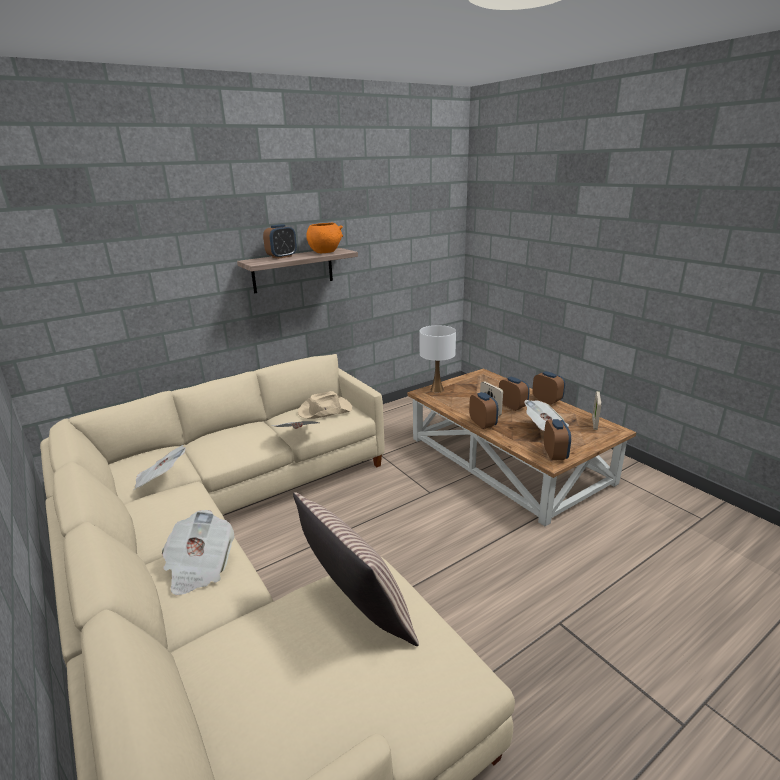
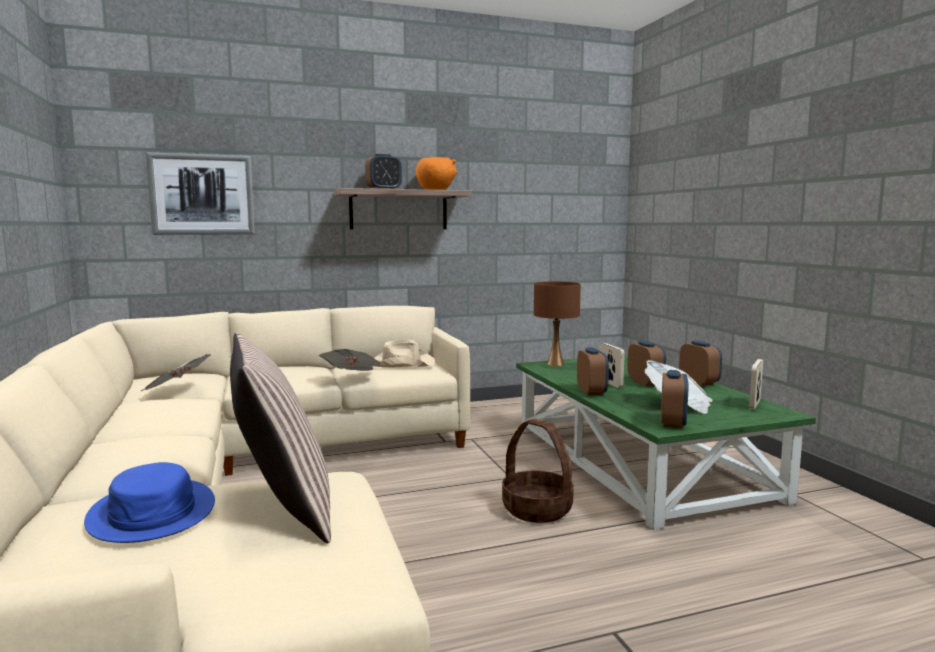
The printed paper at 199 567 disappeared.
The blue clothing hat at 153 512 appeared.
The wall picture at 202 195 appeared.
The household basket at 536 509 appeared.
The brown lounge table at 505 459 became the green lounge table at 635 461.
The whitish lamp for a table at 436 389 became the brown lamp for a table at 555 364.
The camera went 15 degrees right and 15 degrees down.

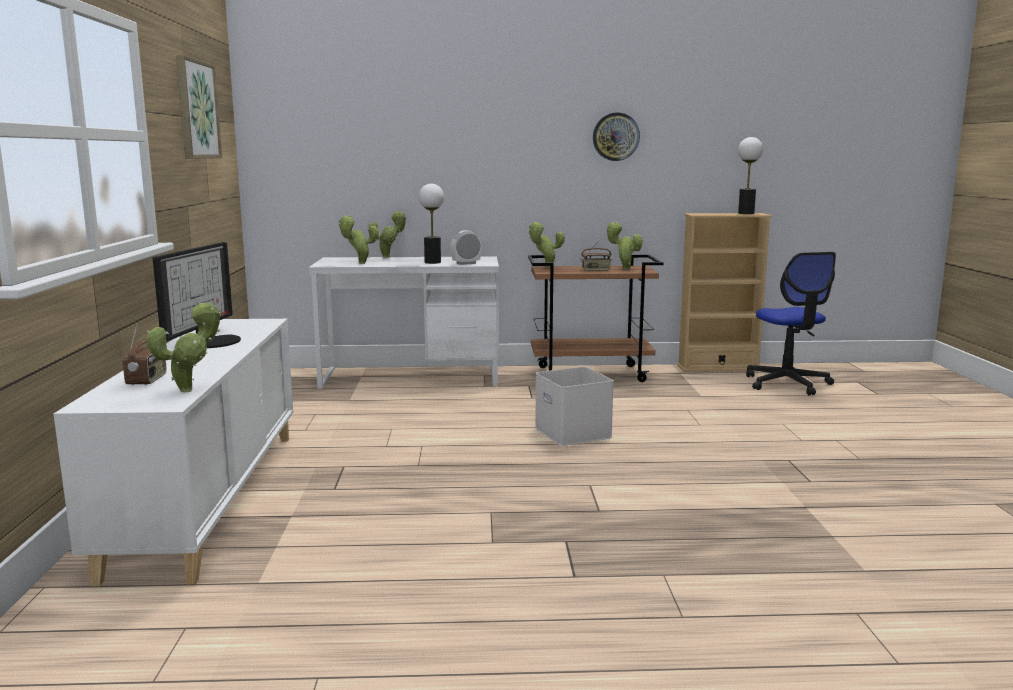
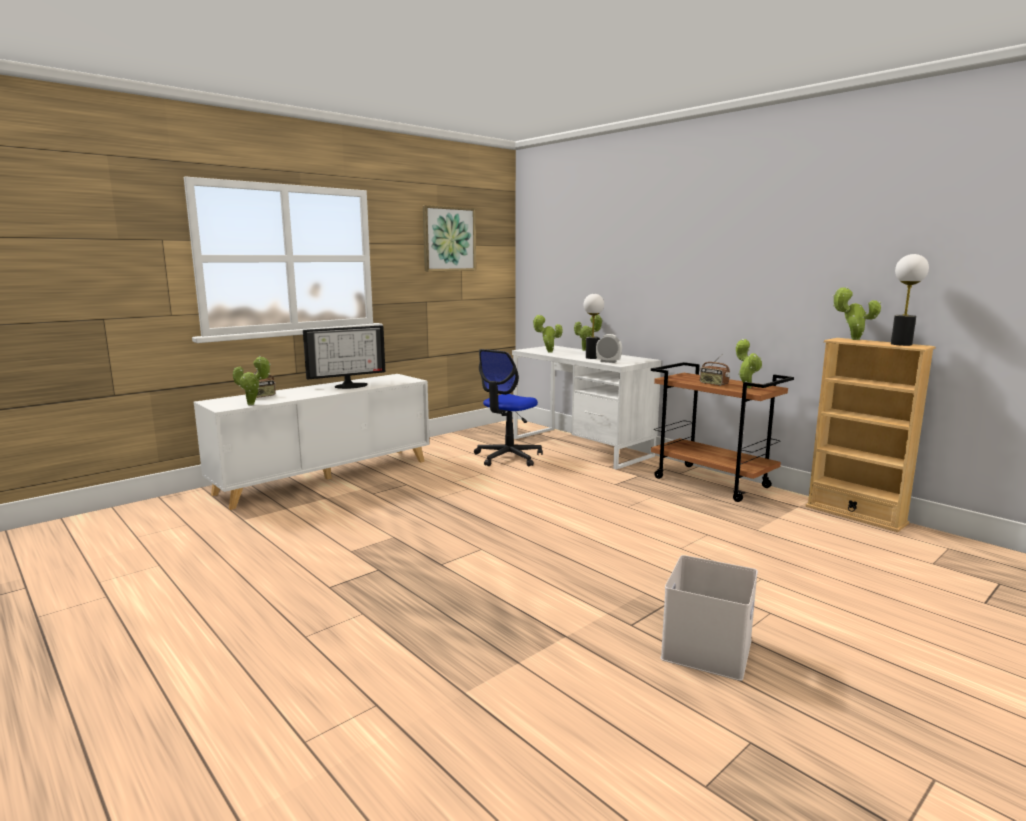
The hanging clock at 615 136 disappeared.
The houseplant moved from 545 267 to 852 339.
The whitish storage bin moved from 574 433 to 708 650.
The computer chair moved from 787 383 to 508 457.
The camera went 50 degrees right and 0 degrees up.

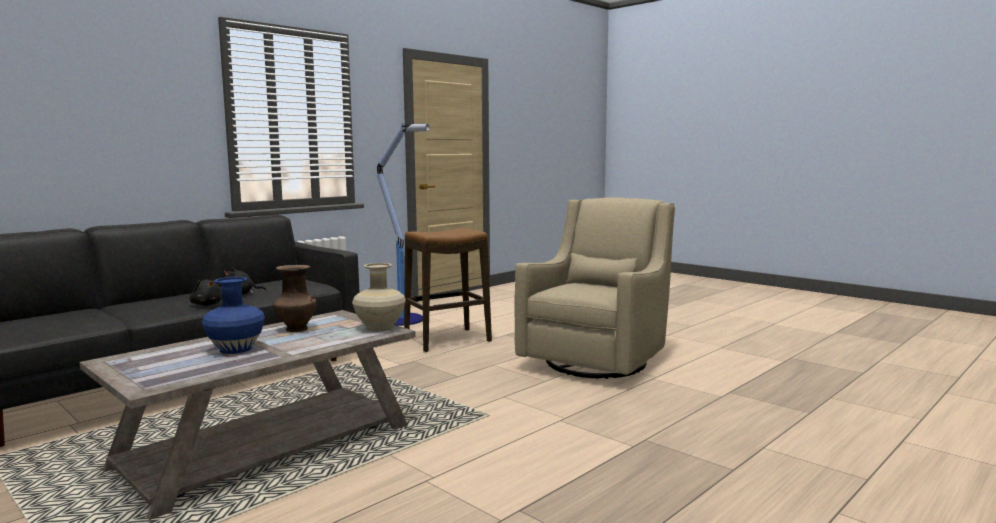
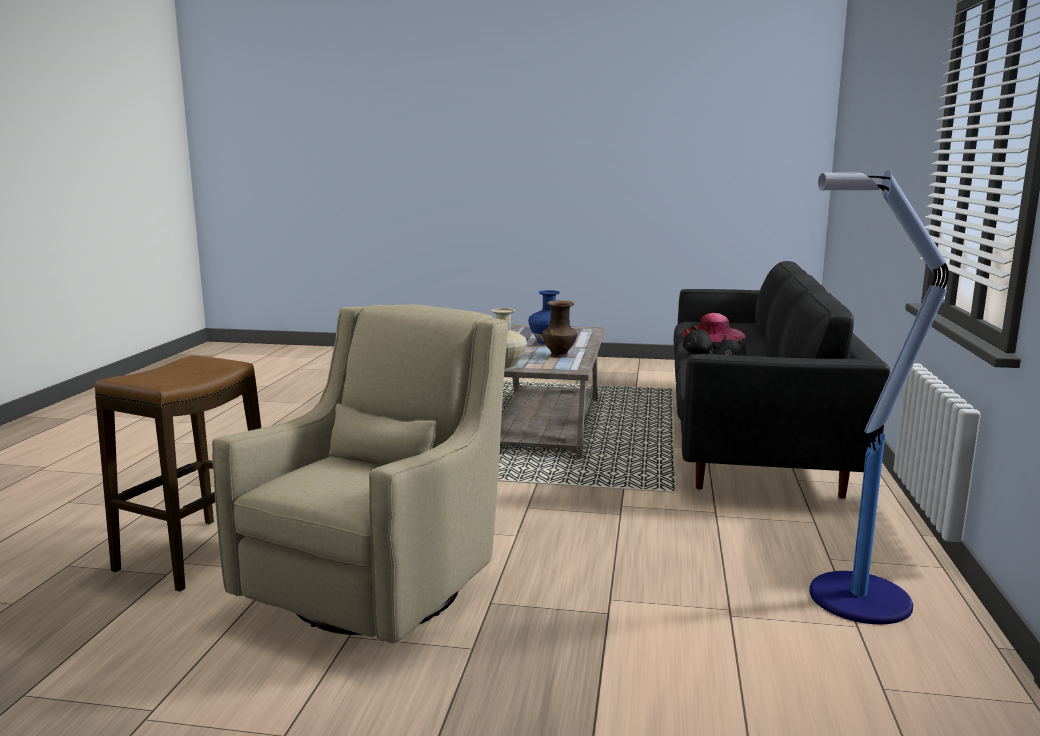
The pink-coloured clothing hat at 713 335 appeared.
The stool moved from 447 340 to 196 554.
The beige armchair at 598 361 turned 150 degrees counterclockwise.
The camera went 145 degrees right and 5 degrees up.

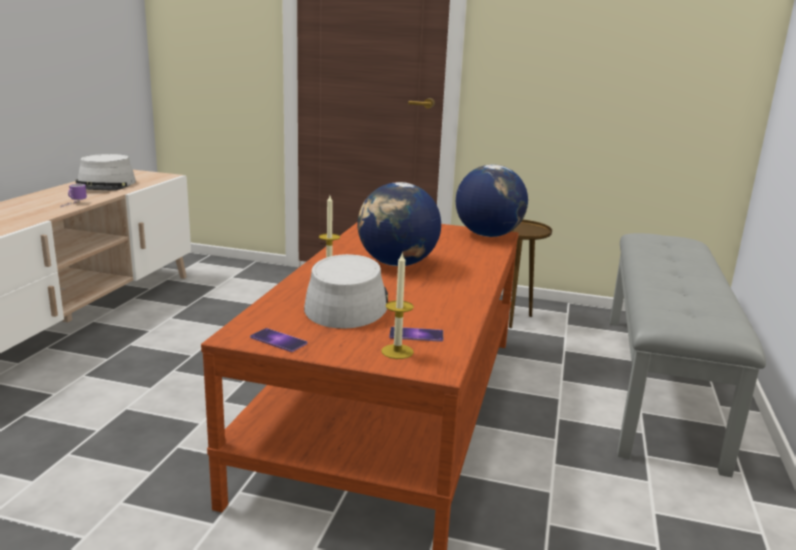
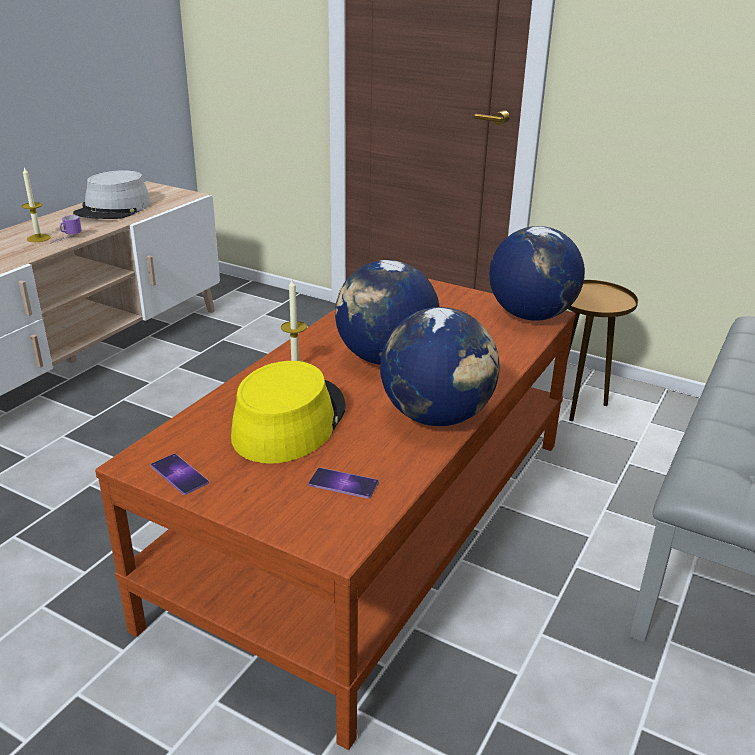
The world globe at 437 416 appeared.
The wax candle moved from 397 351 to 38 238.
The gray clothing hat at 347 303 became the yellow clothing hat at 289 421.
The camera went 15 degrees right and 10 degrees up.

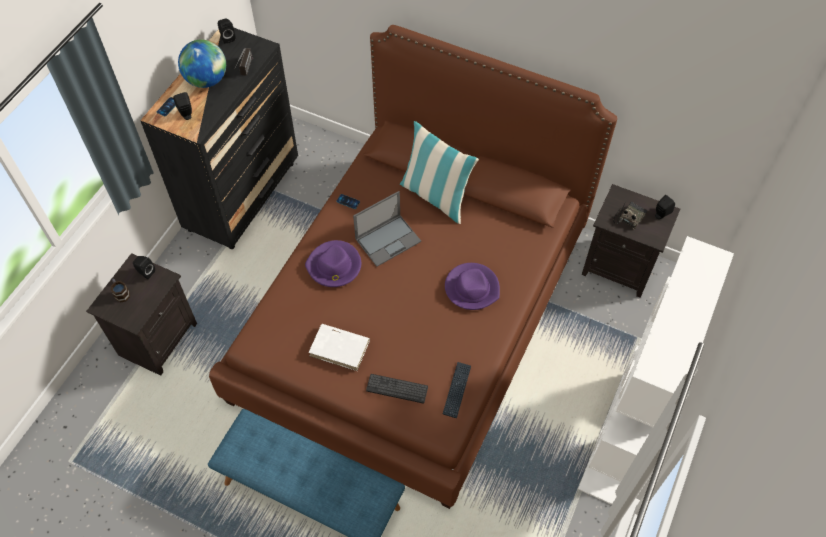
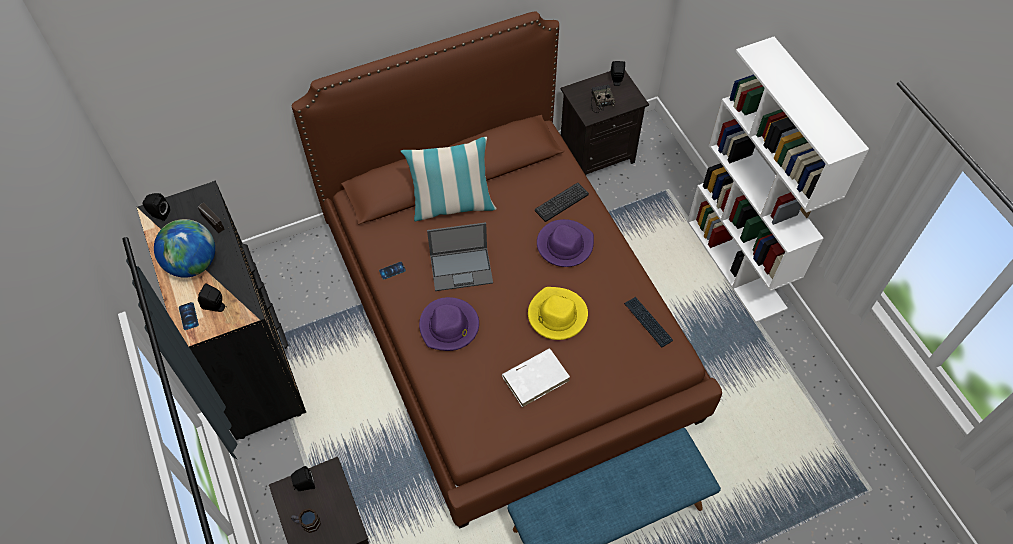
The yellow clothing hat at 556 315 appeared.
The keyboard moved from 397 388 to 561 202.
The notebook computer at 388 240 turned 75 degrees clockwise.
The camera went 50 degrees left and 0 degrees up.

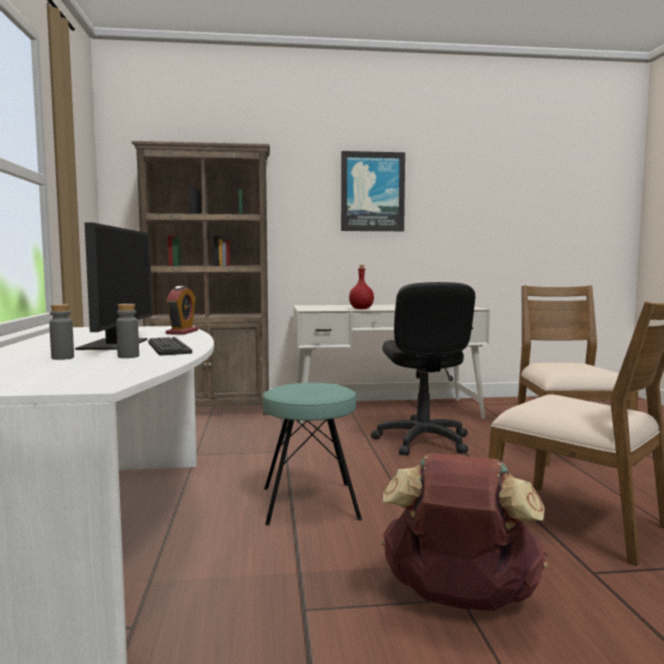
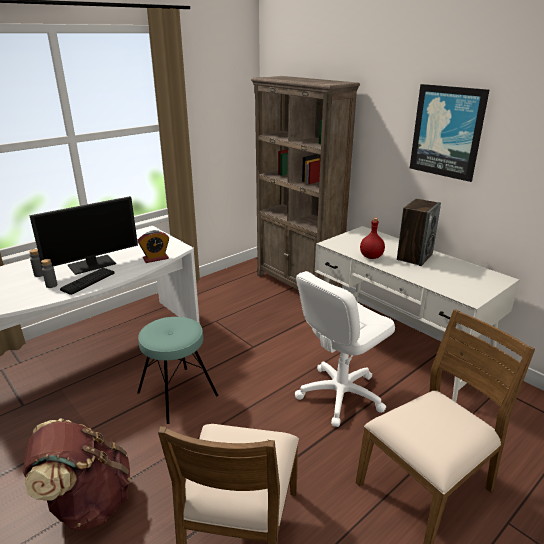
The speaker at 414 257 appeared.
The blackish computer chair at 422 441 became the whitish computer chair at 340 395.
The camera went 55 degrees right and 20 degrees up.

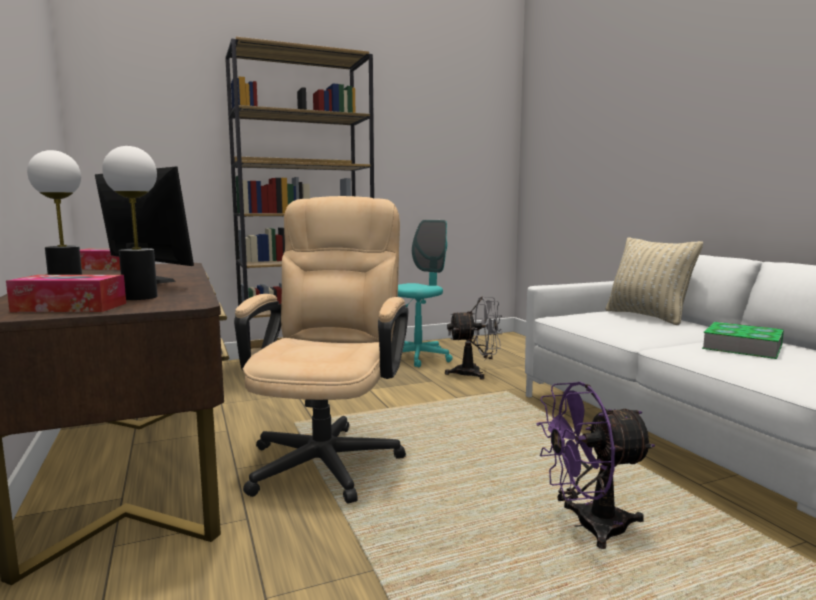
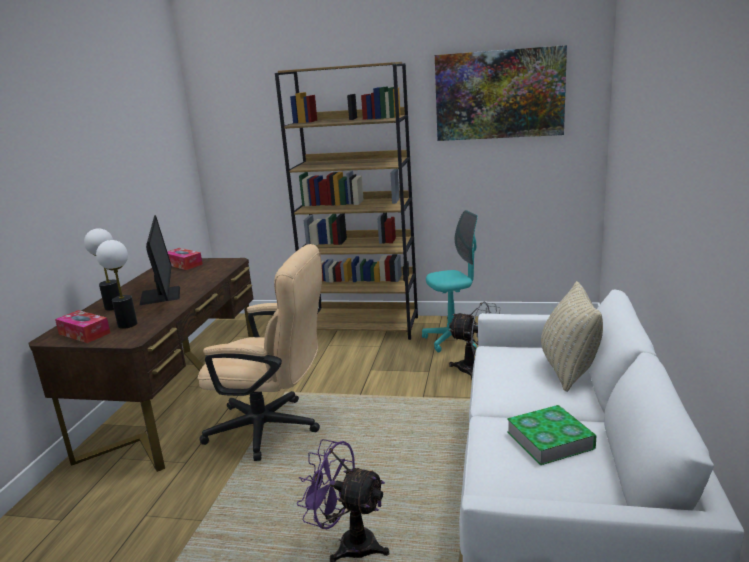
The wall picture at 499 94 appeared.
The beige computer chair at 329 456 turned 60 degrees clockwise.
The camera went 35 degrees right and 10 degrees up.

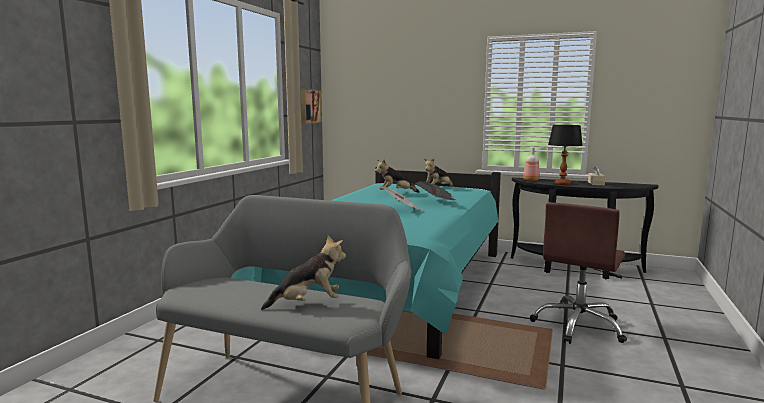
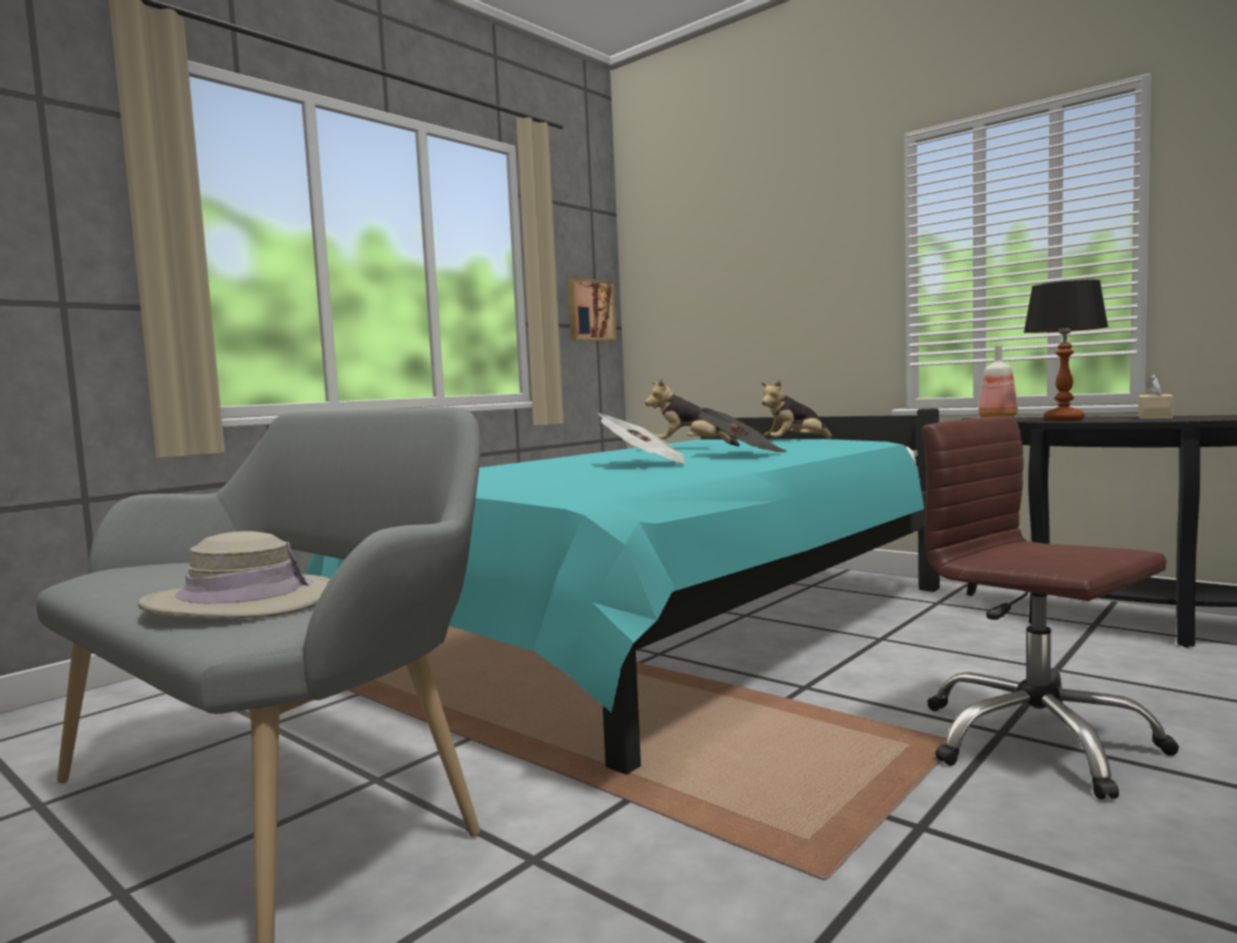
The plush toy at 308 304 was replaced by the beige clothing hat at 241 602.
The brown computer chair at 579 326 turned 90 degrees clockwise.
The camera went 20 degrees right and 5 degrees down.

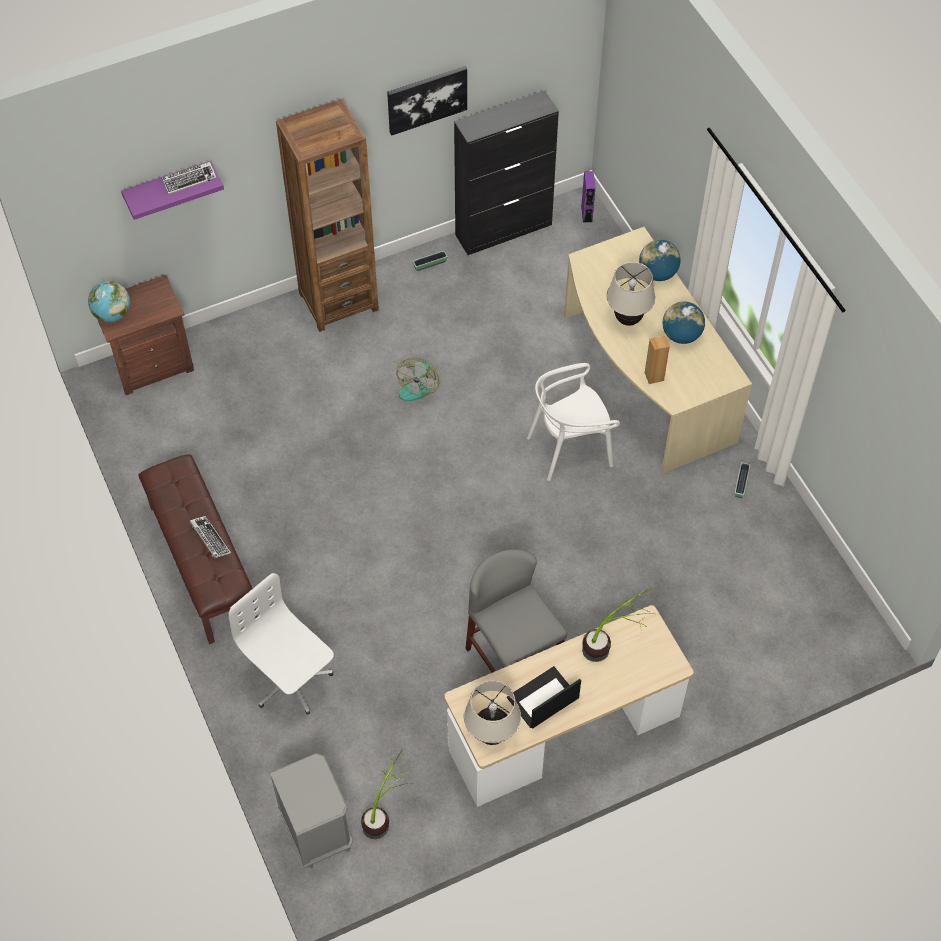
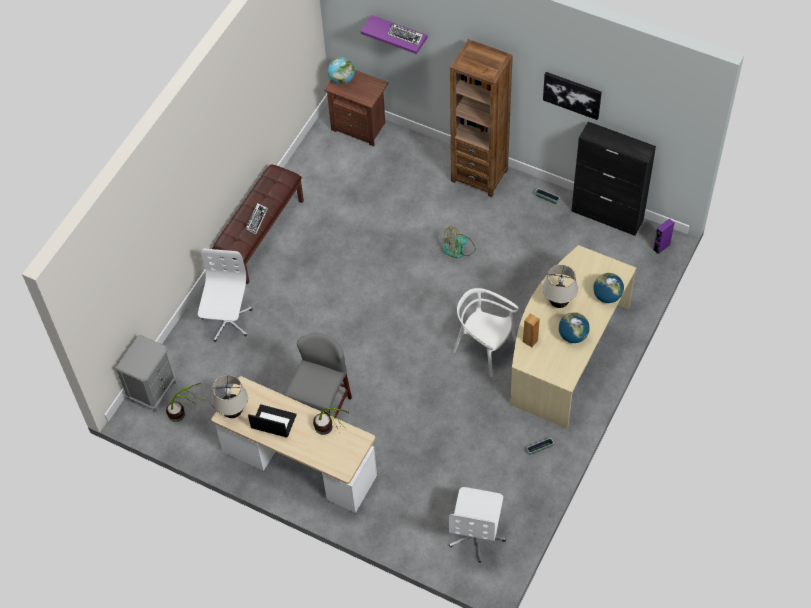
The whitish computer chair at 476 535 appeared.
The camera went 55 degrees right and 0 degrees up.

